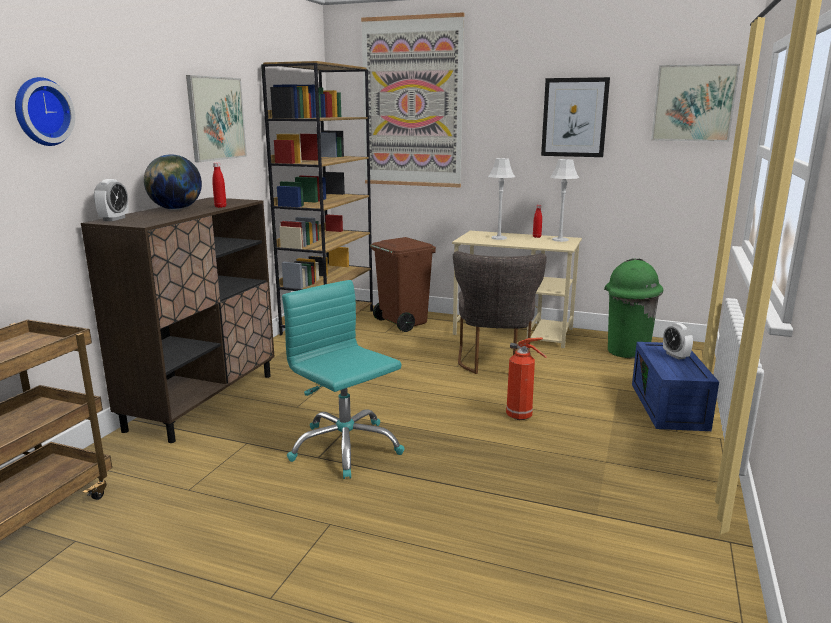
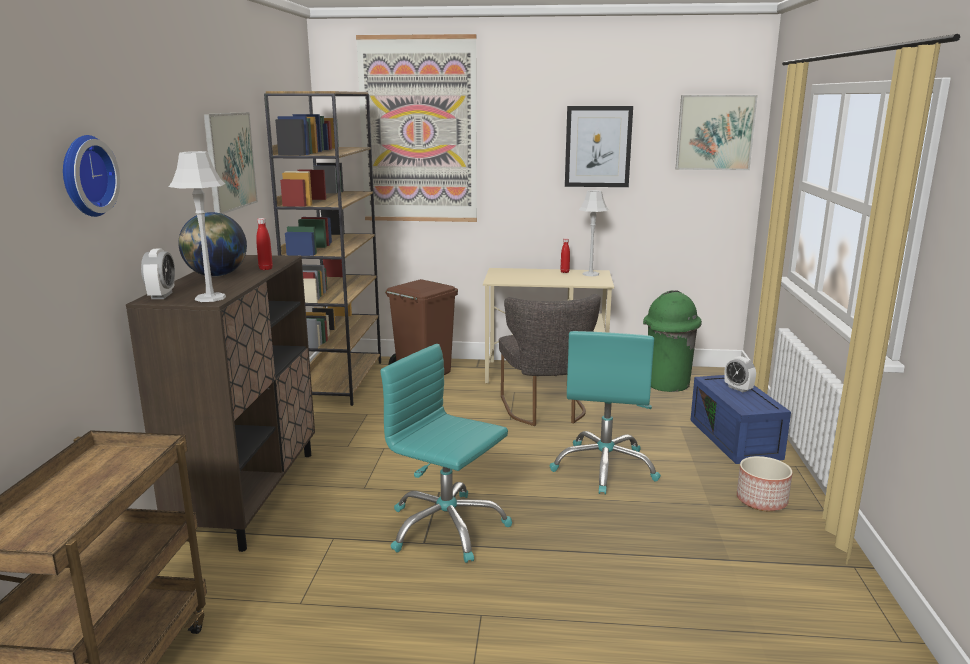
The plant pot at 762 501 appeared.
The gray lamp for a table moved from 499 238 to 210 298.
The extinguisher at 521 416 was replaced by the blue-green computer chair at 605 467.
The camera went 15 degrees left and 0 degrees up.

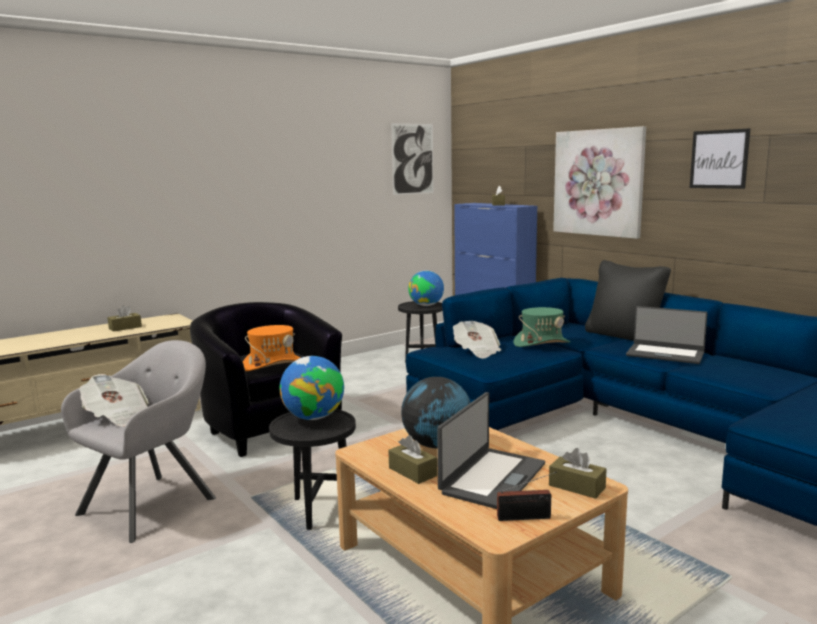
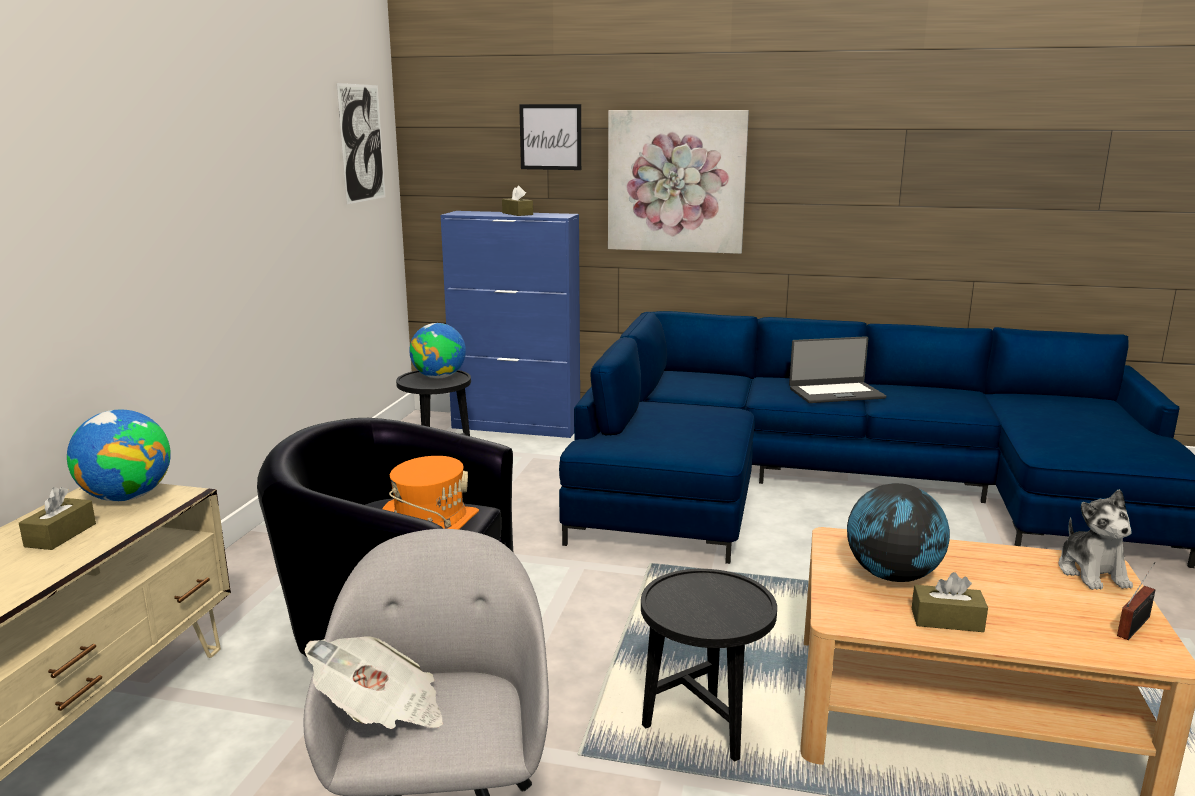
The notebook computer at 492 478 disappeared.
The printed paper at 476 351 disappeared.
The green clothing hat at 541 343 disappeared.
The blackish pillow at 624 335 disappeared.
The world globe moved from 313 417 to 127 497.
The wall picture moved from 719 159 to 550 137.
The brown box of tissues at 577 486 was replaced by the plush toy at 1092 573.
The camera went 40 degrees left and 5 degrees up.

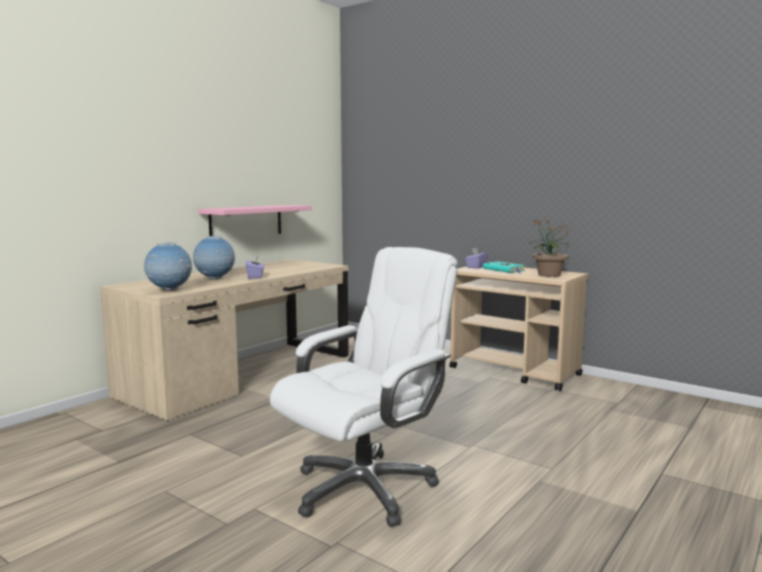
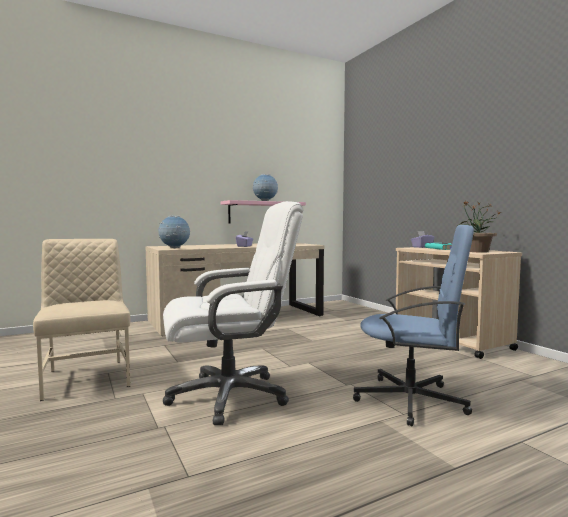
The beige upright chair at 87 377 appeared.
The blue computer chair at 412 401 appeared.
The world globe moved from 215 279 to 265 201.
The camera went 25 degrees right and 5 degrees down.

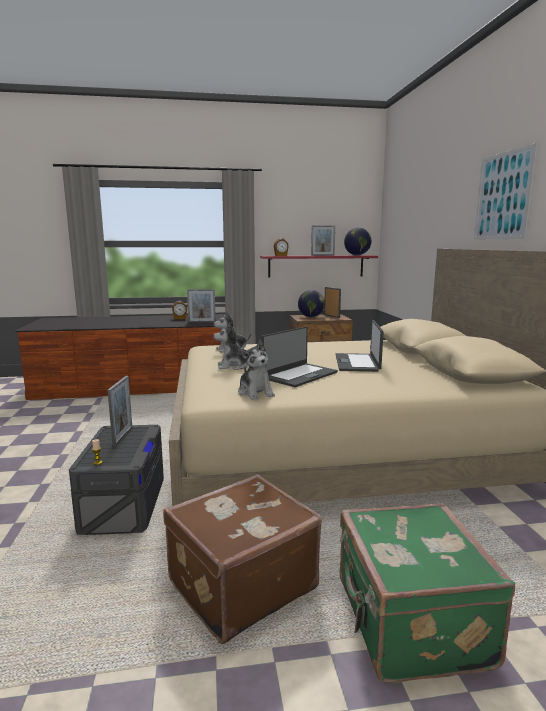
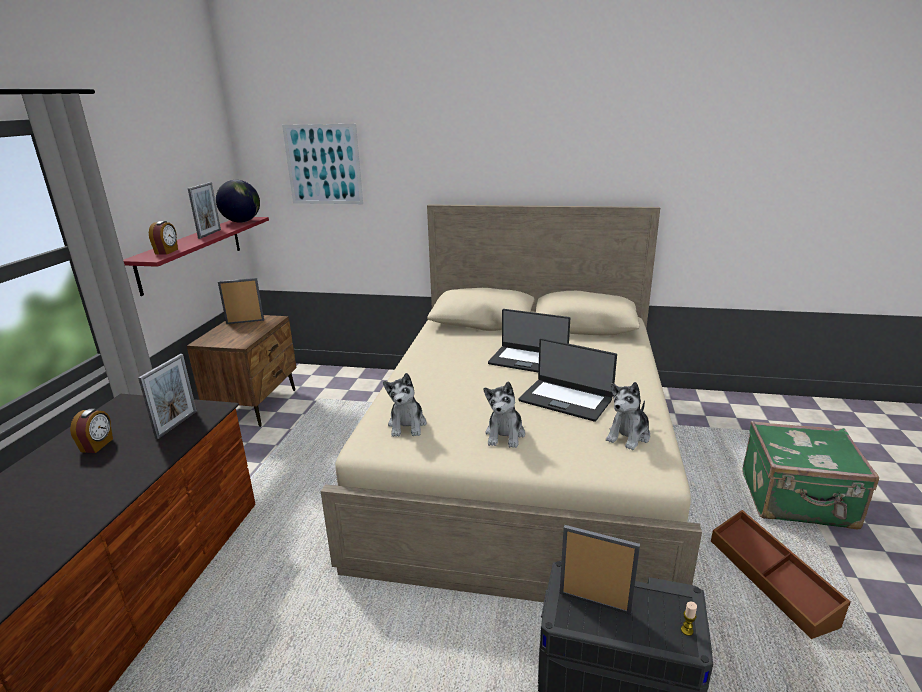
The world globe at 311 317 disappeared.
The wall picture moved from 502 196 to 323 164.
The brown travel case at 240 584 was replaced by the brown storage bin at 771 581.
The plush toy at 255 393 turned 135 degrees clockwise.
The notebook computer at 299 375 turned 150 degrees clockwise.
The camera went 70 degrees left and 10 degrees up.

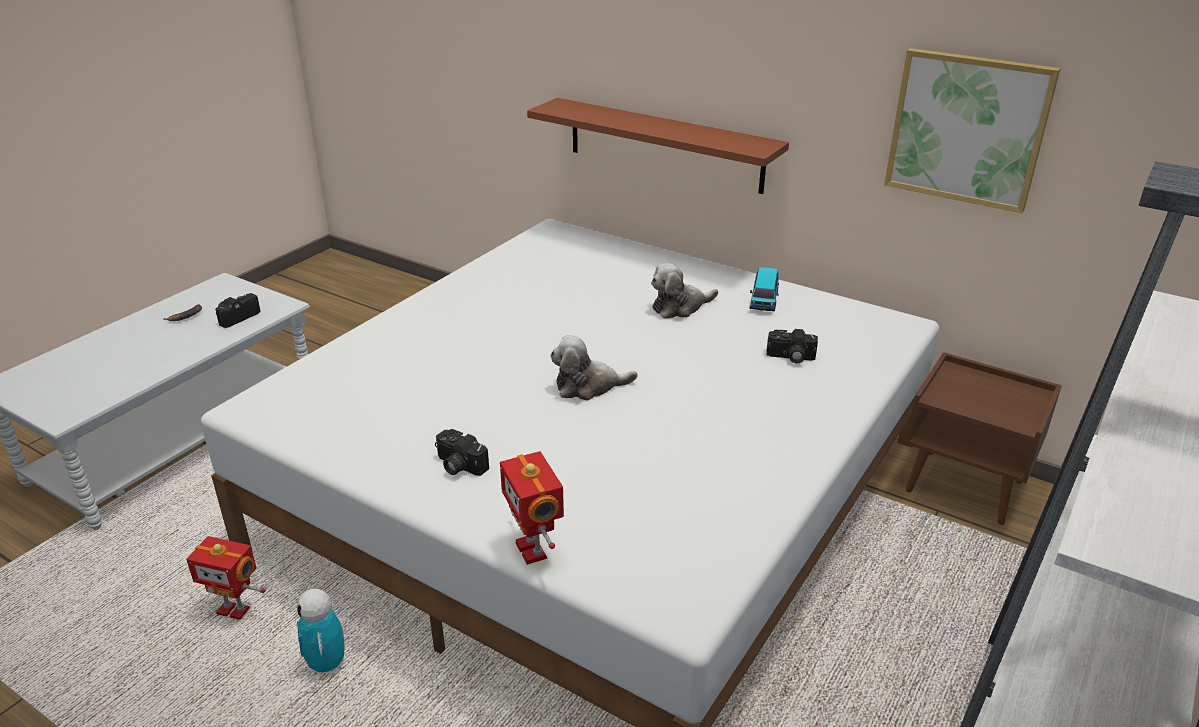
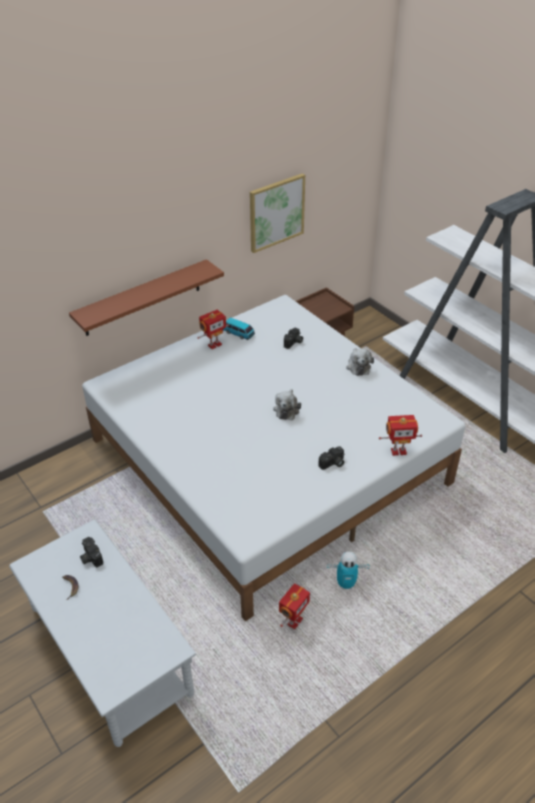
The model robot at 214 344 appeared.
The plush toy moved from 680 307 to 358 366.
The camera went 70 degrees left and 10 degrees up.

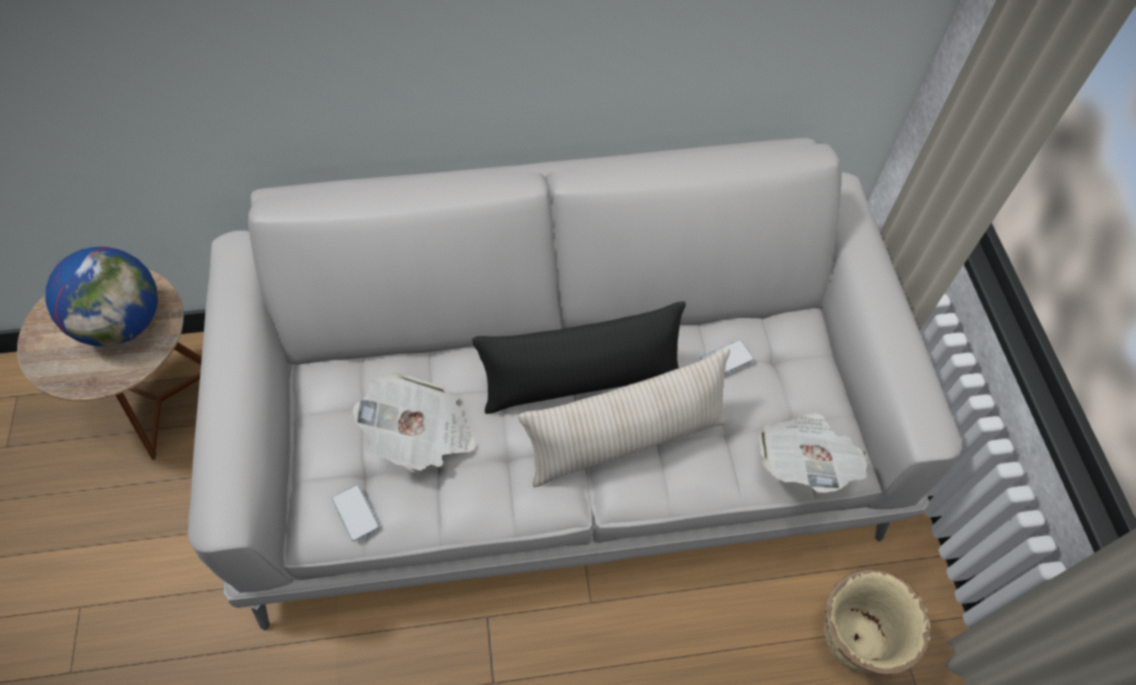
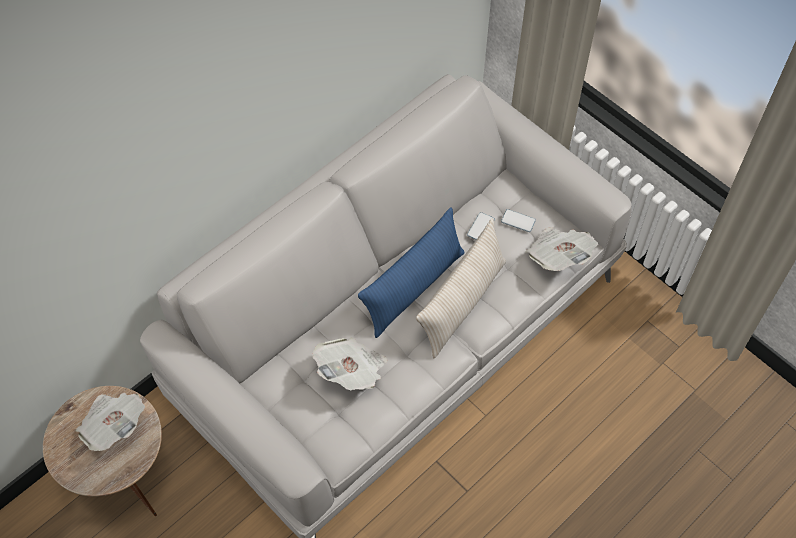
The beige plant pot at 854 639 disappeared.
The phone moved from 355 513 to 518 221.
The world globe at 124 323 was replaced by the printed paper at 114 426.
The blackish pillow at 581 382 became the blue pillow at 413 288.
The camera went 35 degrees left and 0 degrees up.

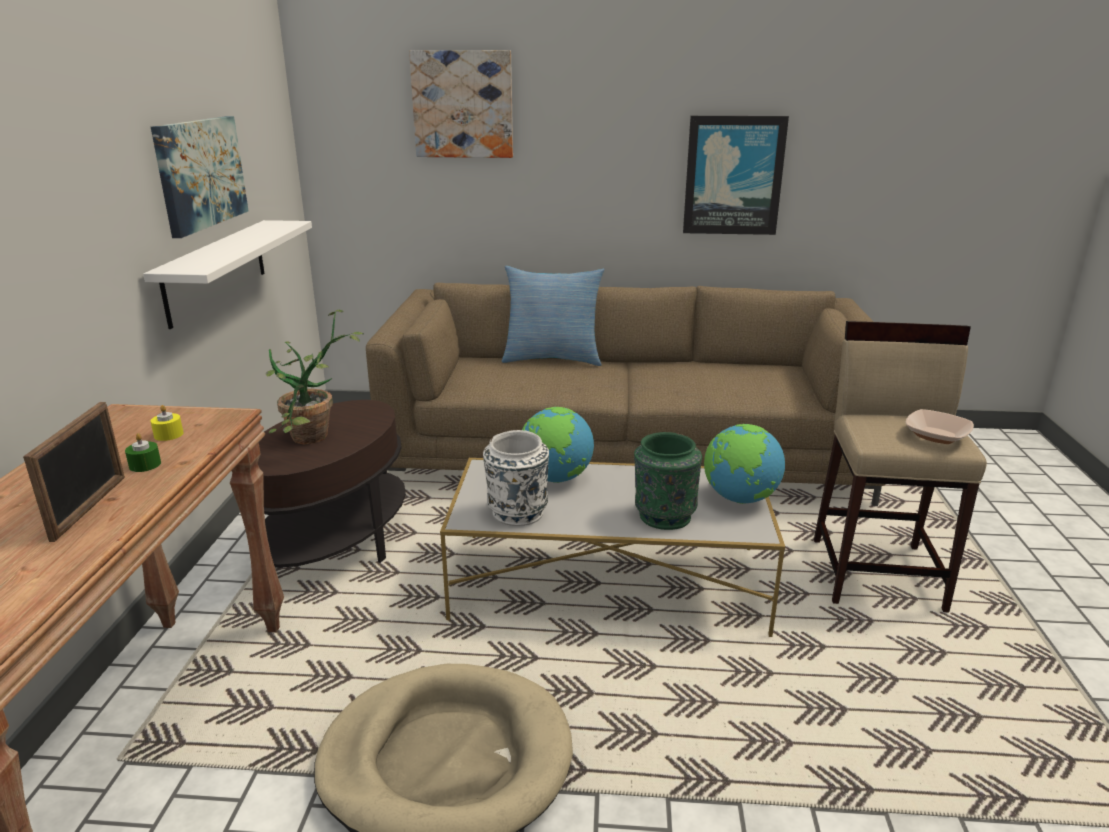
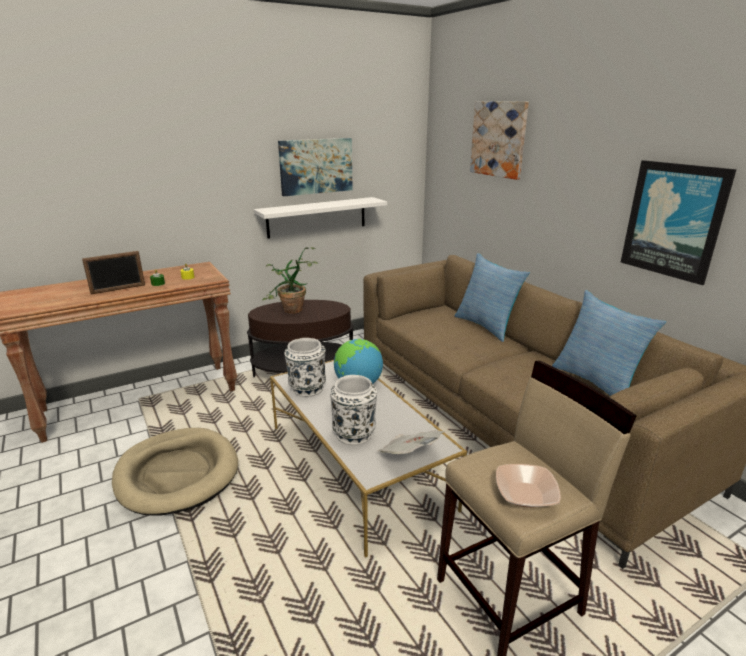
The pillow at 596 382 appeared.
The world globe at 739 498 was replaced by the printed paper at 409 455.
The green decorative vase at 663 516 became the whitish decorative vase at 354 433.
The camera went 55 degrees right and 0 degrees up.

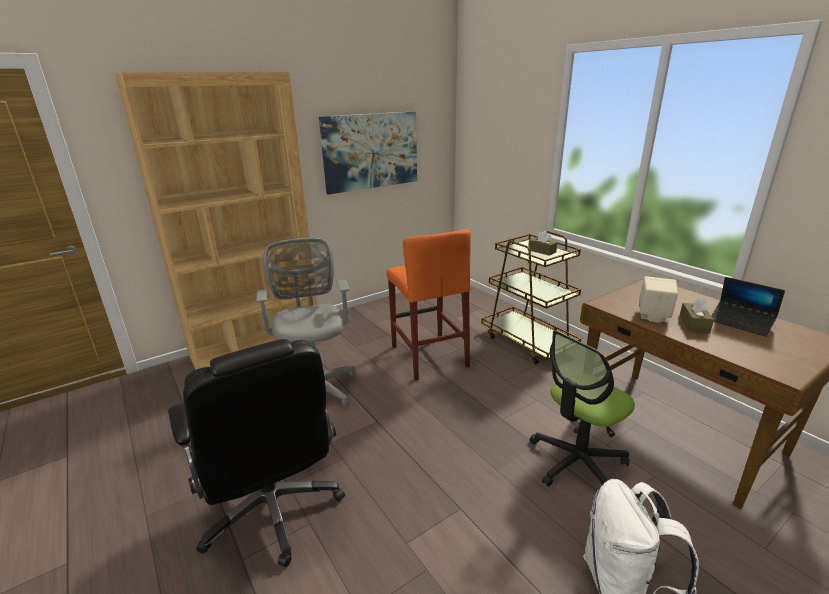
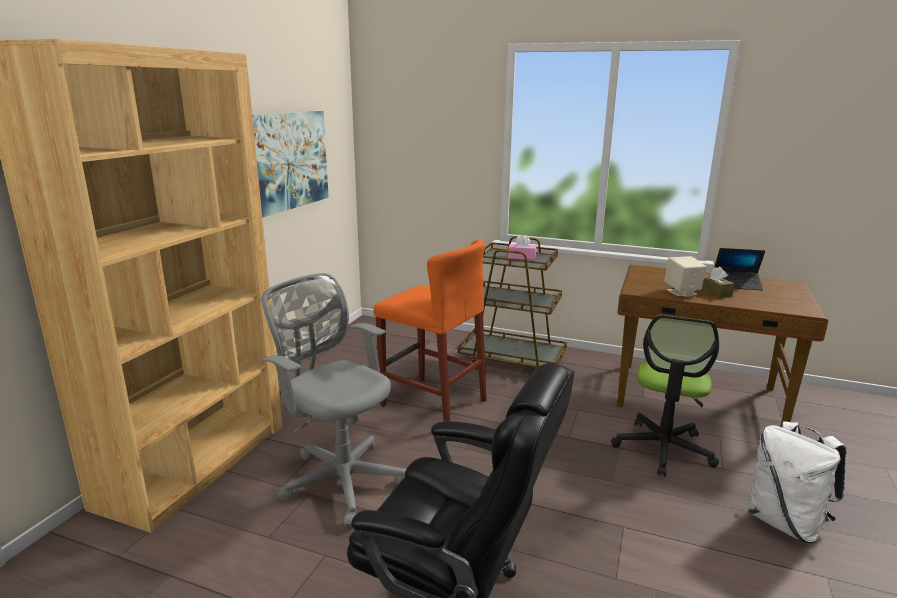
The brown box of tissues at 542 251 became the pink-coloured box of tissues at 522 257.
The camera went 35 degrees left and 5 degrees down.

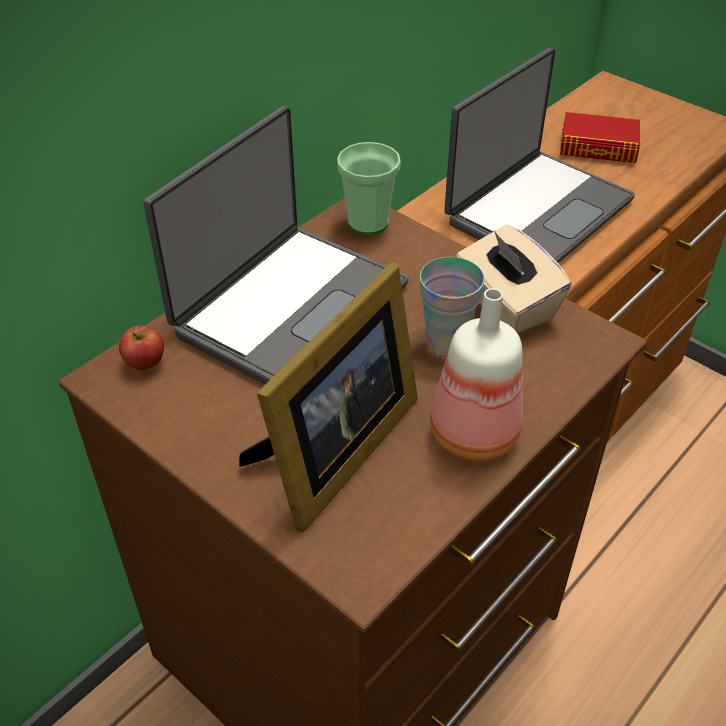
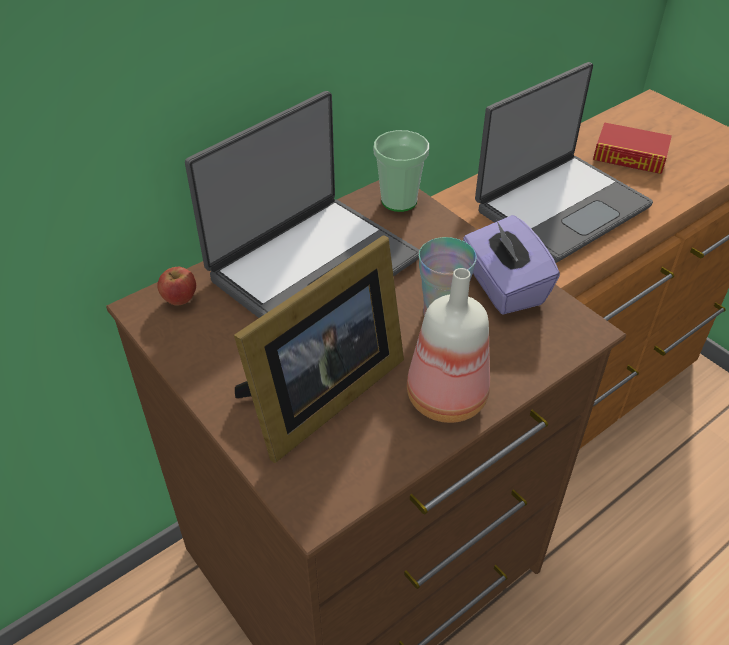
The beige box of tissues at 506 305 became the purple box of tissues at 503 287.
The camera went 10 degrees right and 0 degrees up.

